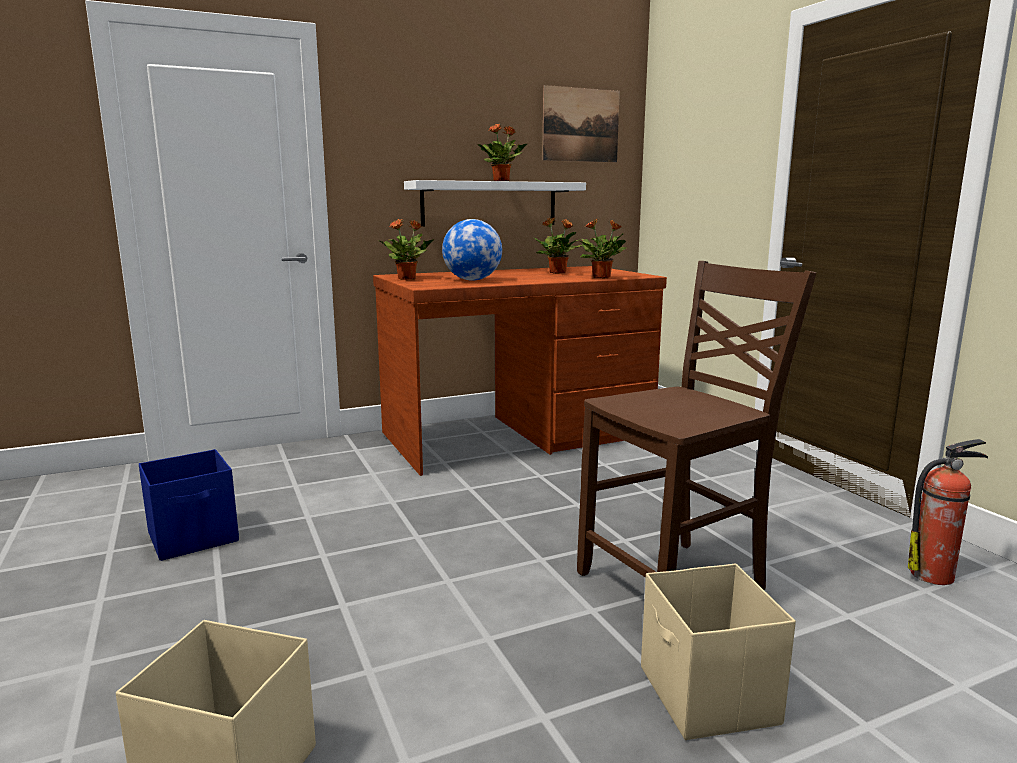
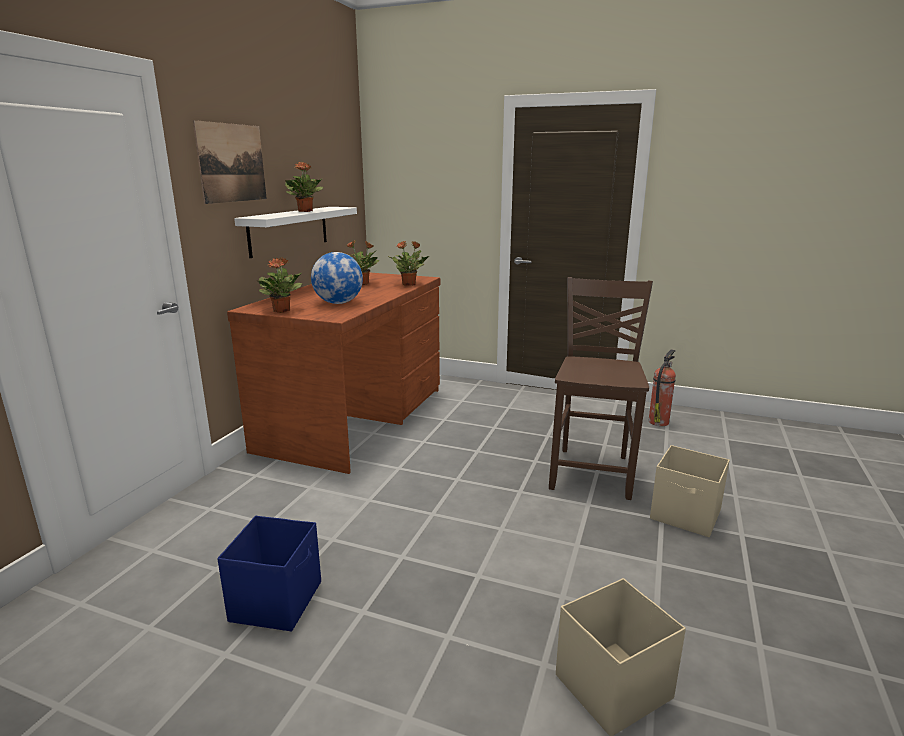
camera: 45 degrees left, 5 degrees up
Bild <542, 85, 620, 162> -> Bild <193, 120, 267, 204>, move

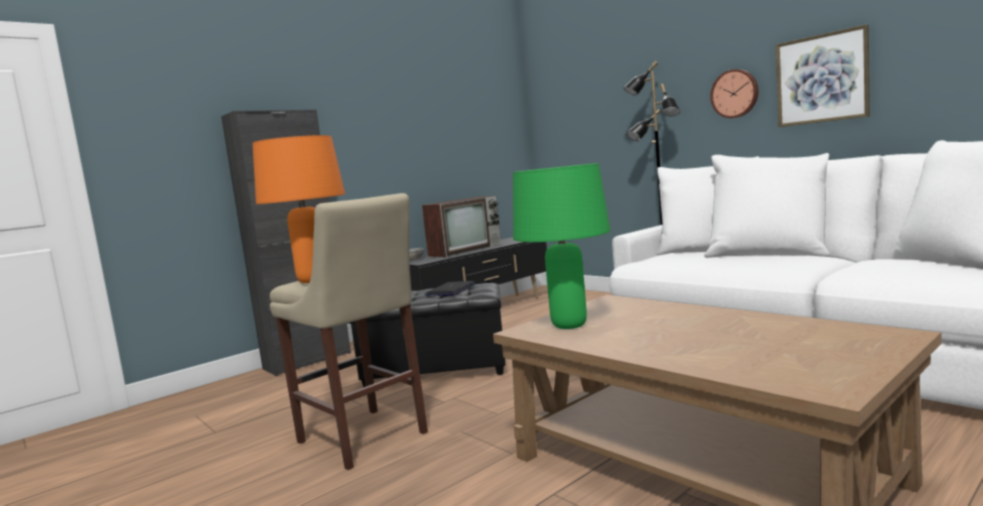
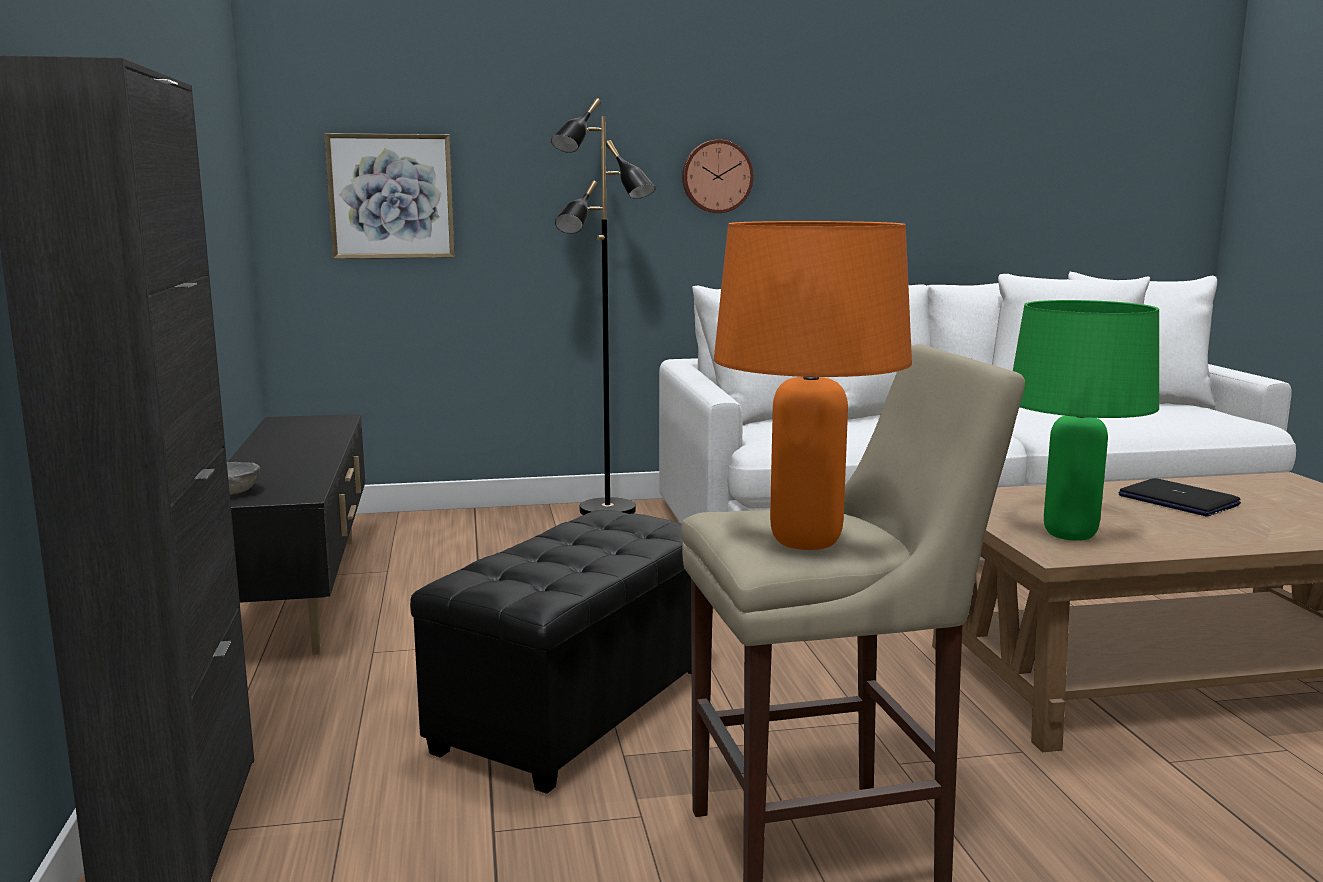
camera: 60 degrees left, 5 degrees up
Bild <775, 24, 870, 127> -> Bild <324, 133, 455, 259>, move
Laptop <425, 281, 476, 296> -> Laptop <1118, 478, 1241, 516>, move
Fernseher <422, 196, 501, 257> -> none

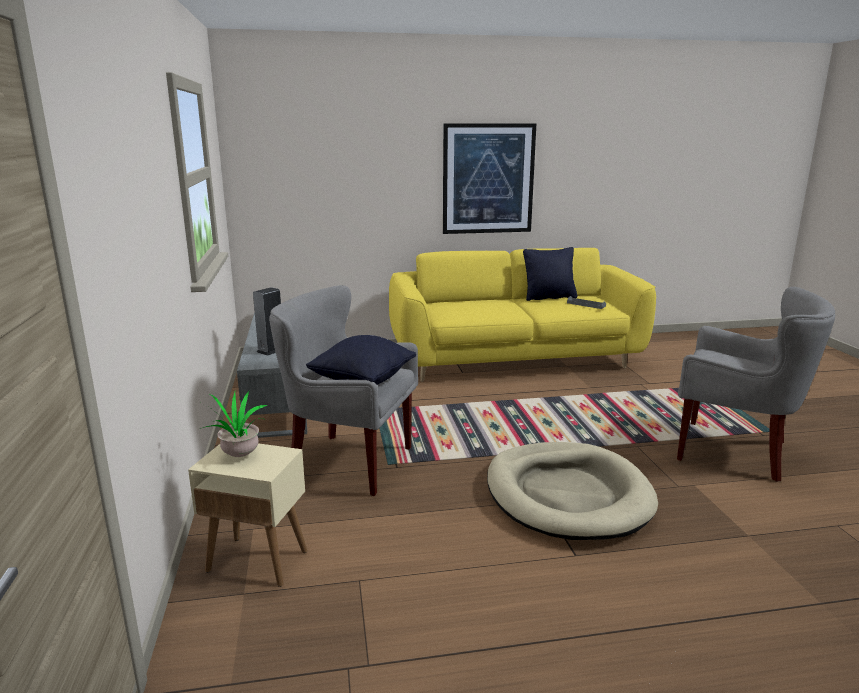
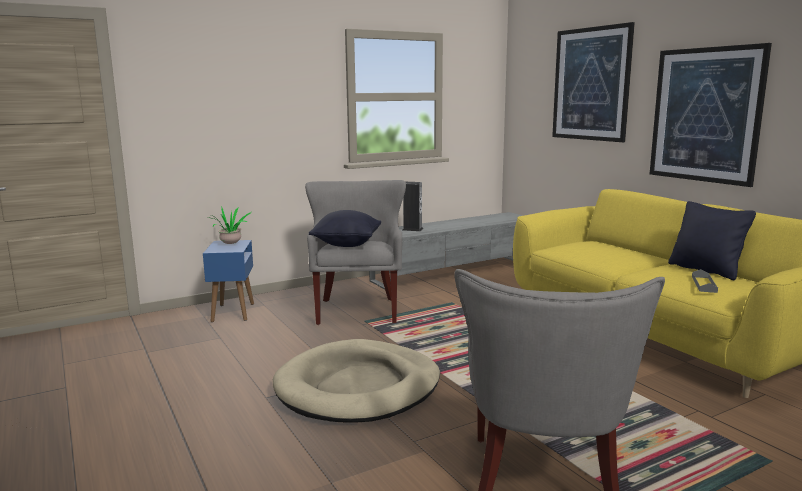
camera: 70 degrees right, 5 degrees down
Beistelltisch (beige) <188, 443, 307, 587> -> Beistelltisch (blau) <203, 240, 254, 322>
none -> Bild <552, 22, 635, 142>

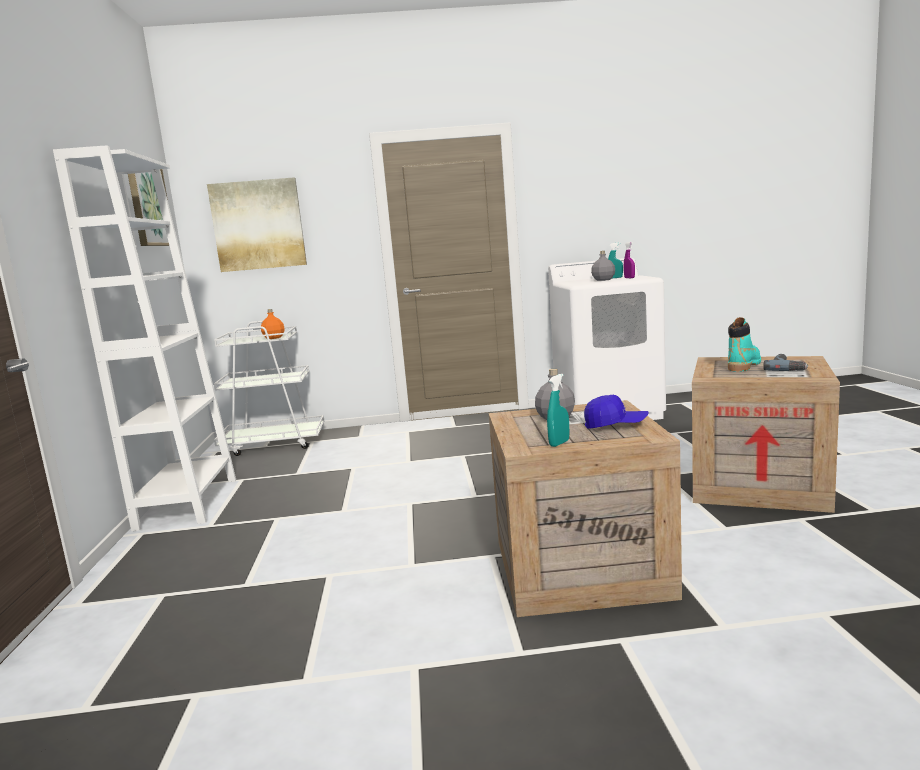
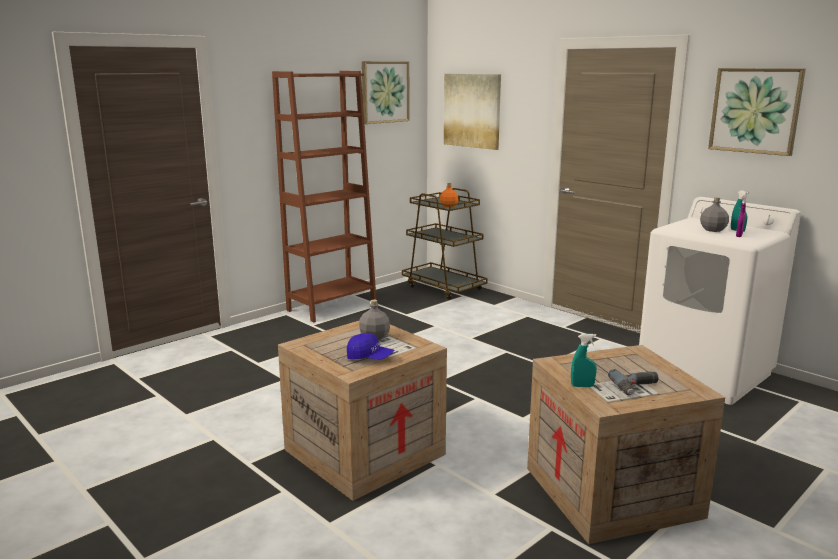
camera: 50 degrees right, 5 degrees up
Bücherregal (weiß) <53, 145, 236, 531> -> Bücherregal (braun) <272, 71, 376, 323>
Kappe (blau) <584, 395, 649, 429> -> Kappe (blau) <347, 333, 394, 360>, 45 degrees counterclockwise
Rollwagen (weiß) <214, 321, 325, 456> -> Rollwagen (braun) <402, 188, 488, 300>
Sprühflasche (türkis) <547, 374, 569, 447> -> Sprühflasche (türkis) <571, 334, 597, 387>, move
none -> Bild <708, 68, 806, 156>
Stiefel (türkis) <728, 317, 761, 372> -> none

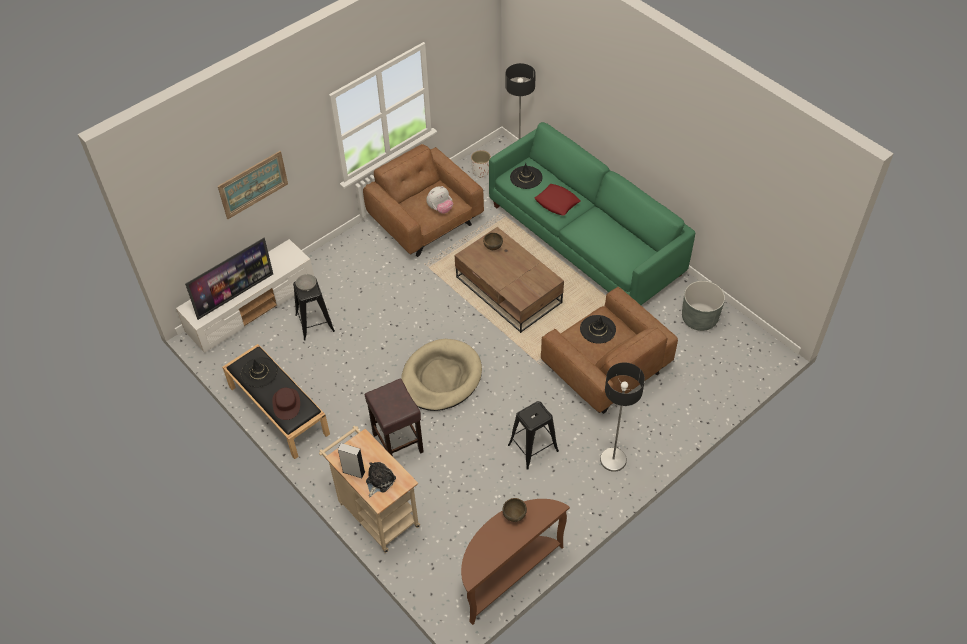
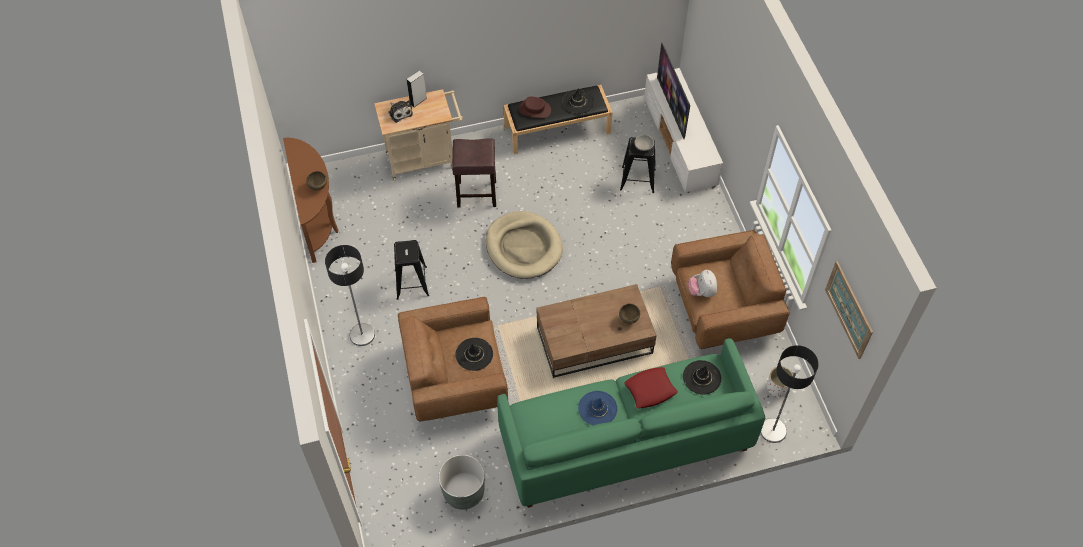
camera: 115 degrees right, 5 degrees up
none -> Hut (blau) <578, 391, 617, 425>
Bild <218, 151, 288, 219> -> Bild <825, 261, 873, 359>, move

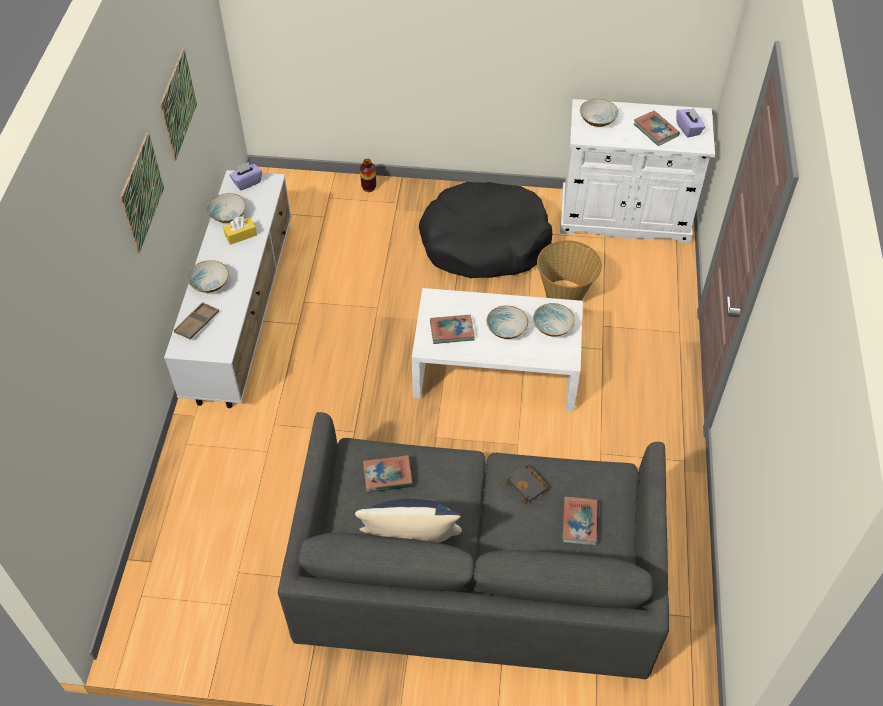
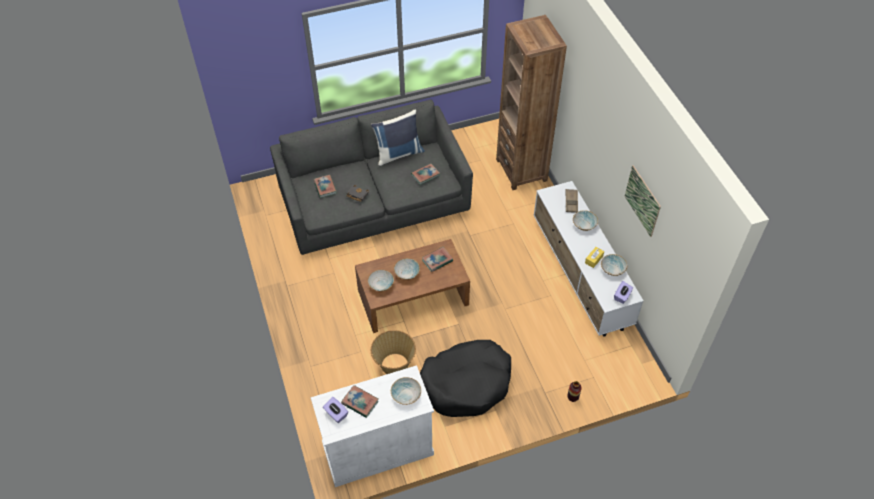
camera: 155 degrees right, 0 degrees up
Couchtisch (weiß) <412, 288, 583, 412> -> Couchtisch (braun) <355, 239, 470, 333>
none -> Bücherregal (braun) <496, 15, 567, 190>
Bild <120, 132, 164, 254> -> none

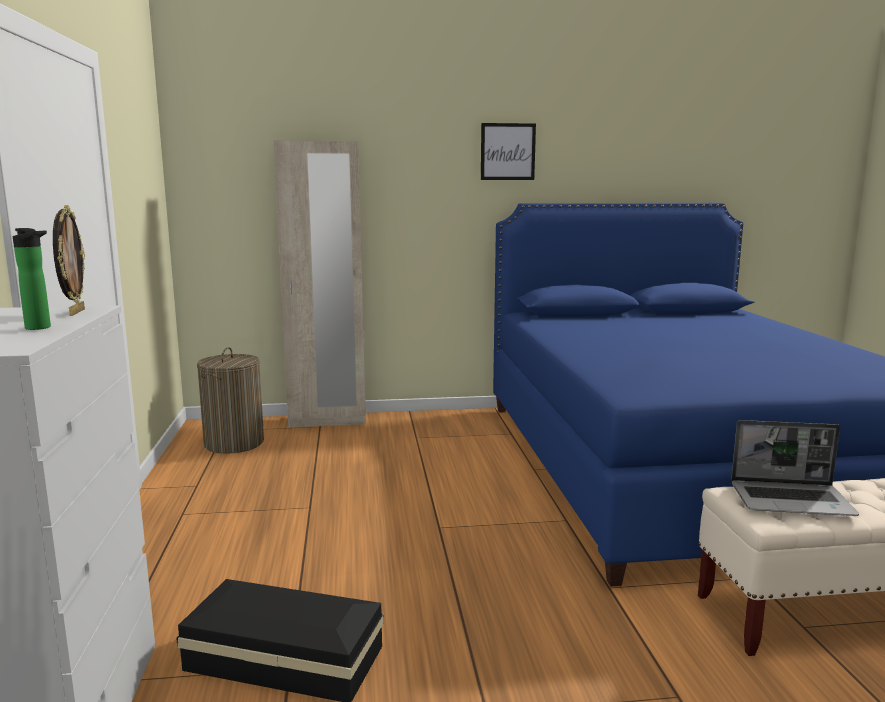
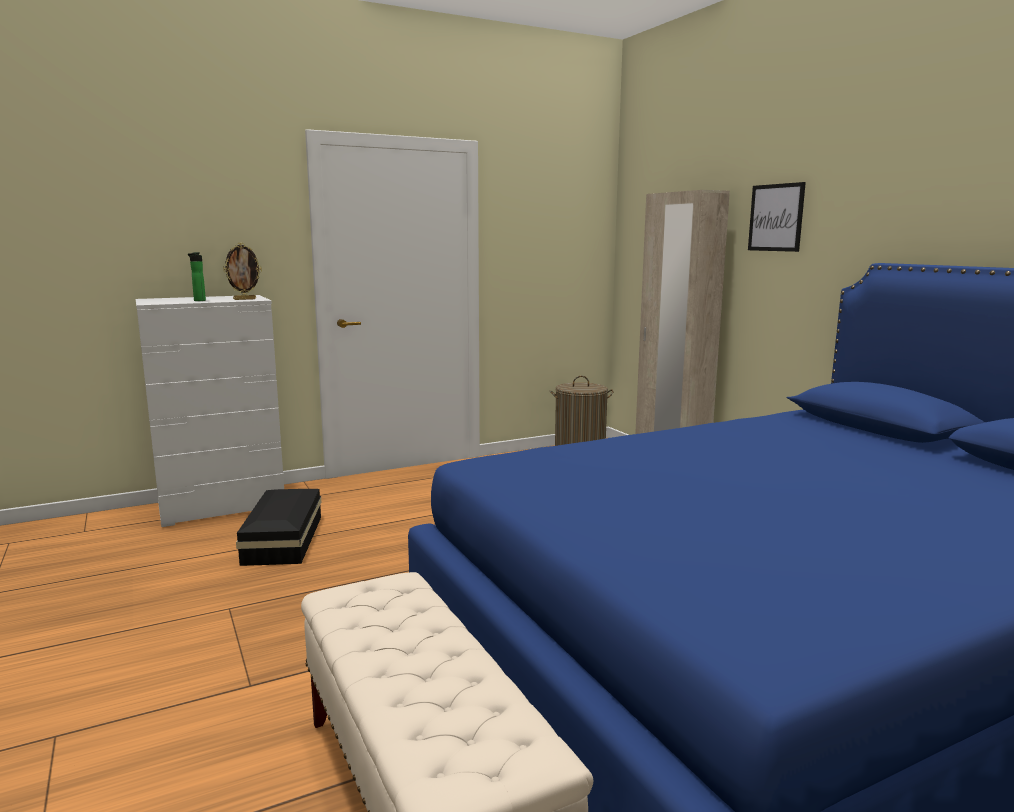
camera: 70 degrees right, 0 degrees up
Bild <481, 123, 536, 180> -> Bild <748, 182, 806, 252>, move
Laptop <731, 420, 859, 516> -> none

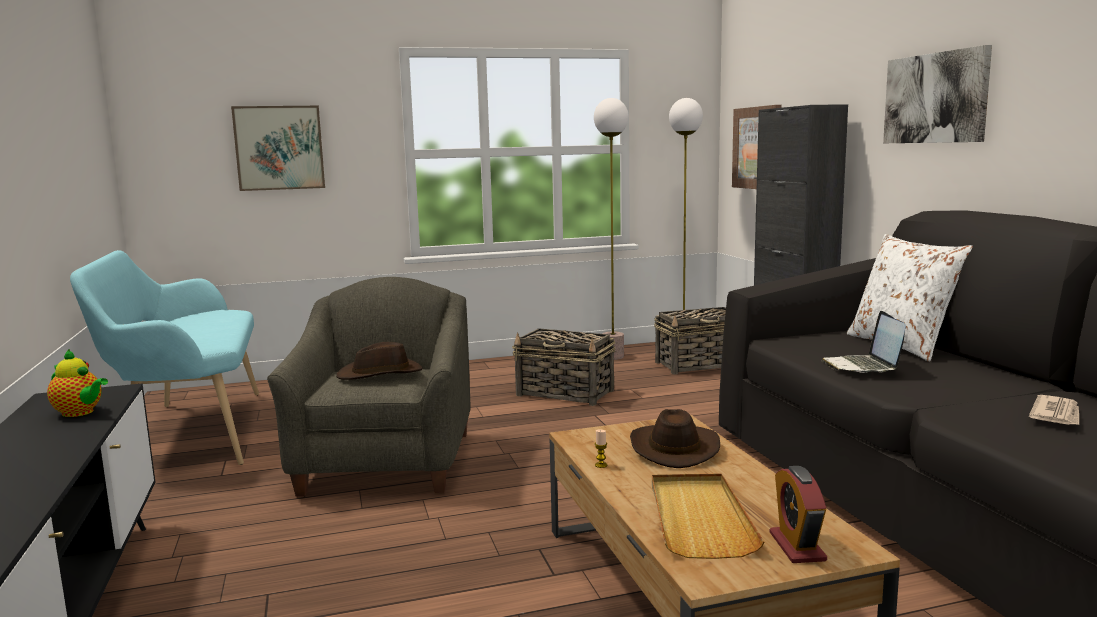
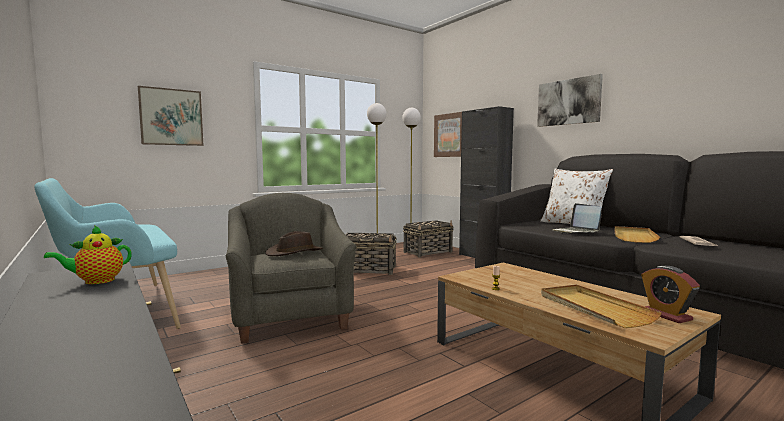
camera: 20 degrees left, 5 degrees down
Teekanne <47, 349, 108, 417> -> Teekanne <44, 225, 132, 284>, 135 degrees clockwise
none -> Tablett (beige) <615, 226, 660, 243>
Hut (braun) <630, 409, 720, 468> -> none

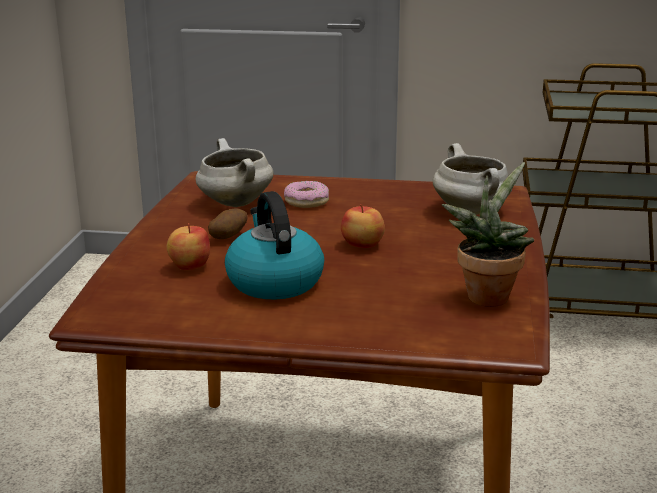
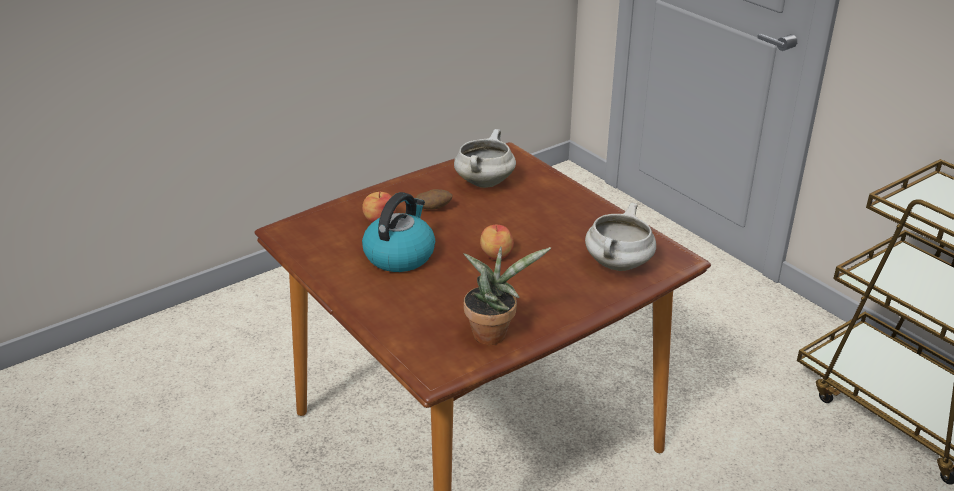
camera: 45 degrees right, 10 degrees up
Donut <284, 181, 329, 208> -> none

